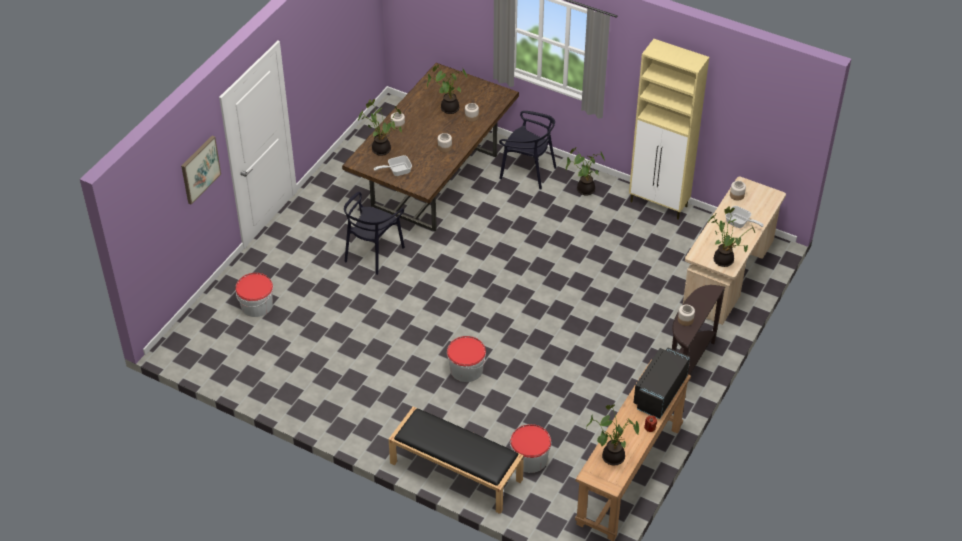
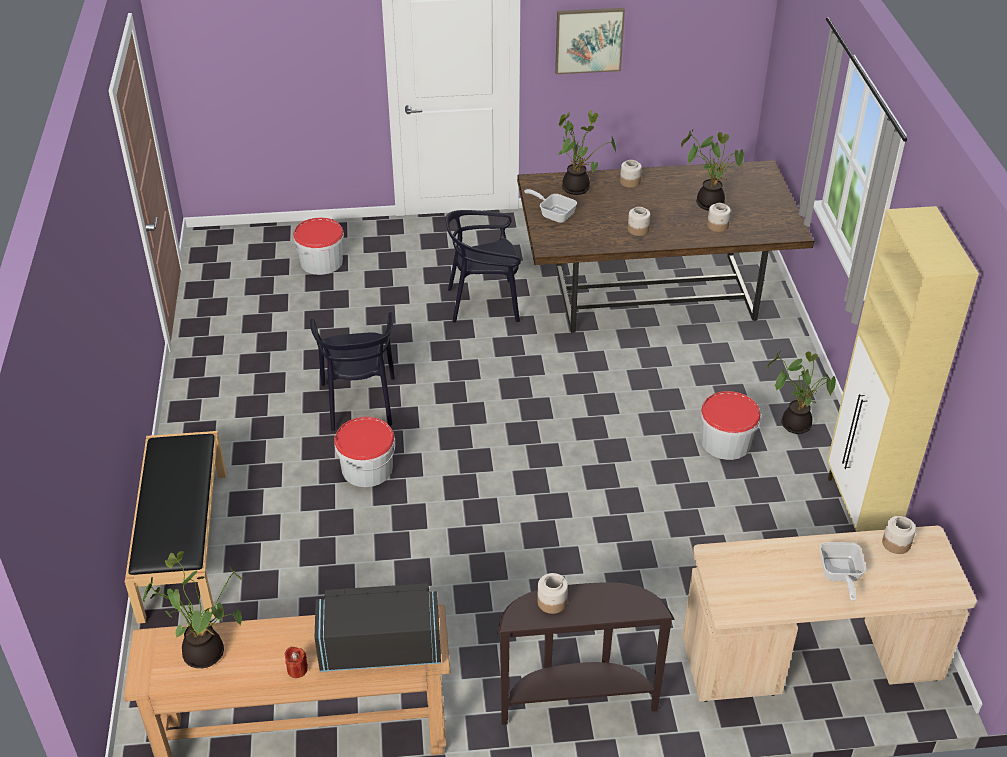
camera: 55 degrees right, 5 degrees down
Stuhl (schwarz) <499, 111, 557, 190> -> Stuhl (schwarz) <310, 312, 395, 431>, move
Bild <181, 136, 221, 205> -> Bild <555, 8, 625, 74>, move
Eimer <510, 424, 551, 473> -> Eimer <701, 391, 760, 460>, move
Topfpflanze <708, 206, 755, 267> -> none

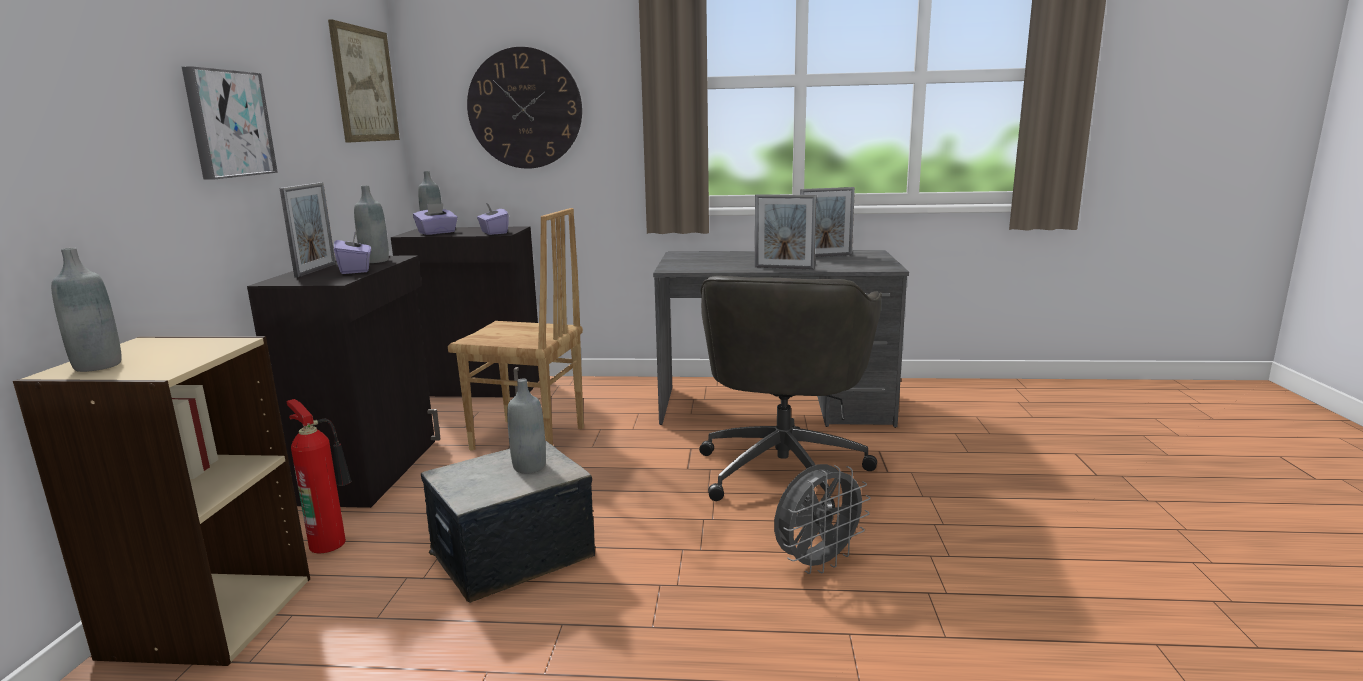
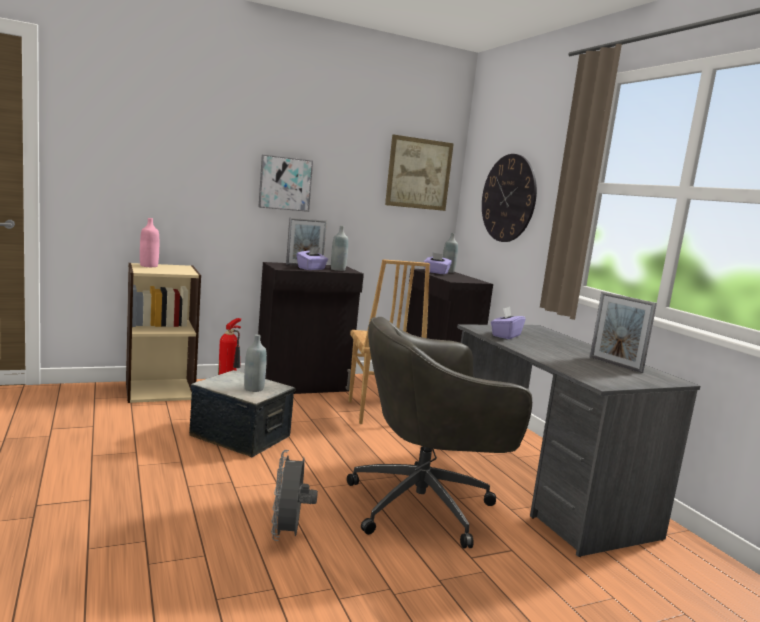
camera: 60 degrees right, 5 degrees down
Flasche (grau) <51, 248, 122, 372> -> Flasche (rosa) <140, 218, 159, 267>
Ventilator (grau) <774, 464, 870, 574> -> Ventilator (grau) <271, 450, 318, 541>, 60 degrees clockwise
Taschentuchbox (lila) <477, 203, 509, 235> -> Taschentuchbox (lila) <491, 307, 526, 339>, move
Bilderrahmen <755, 194, 817, 270> -> none

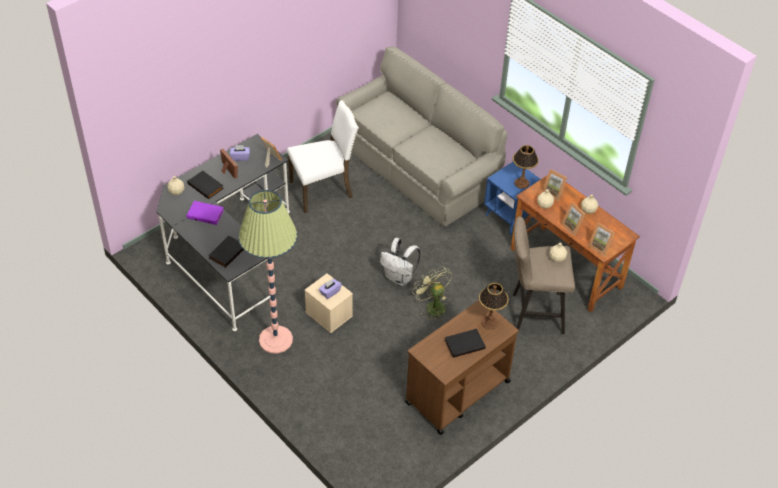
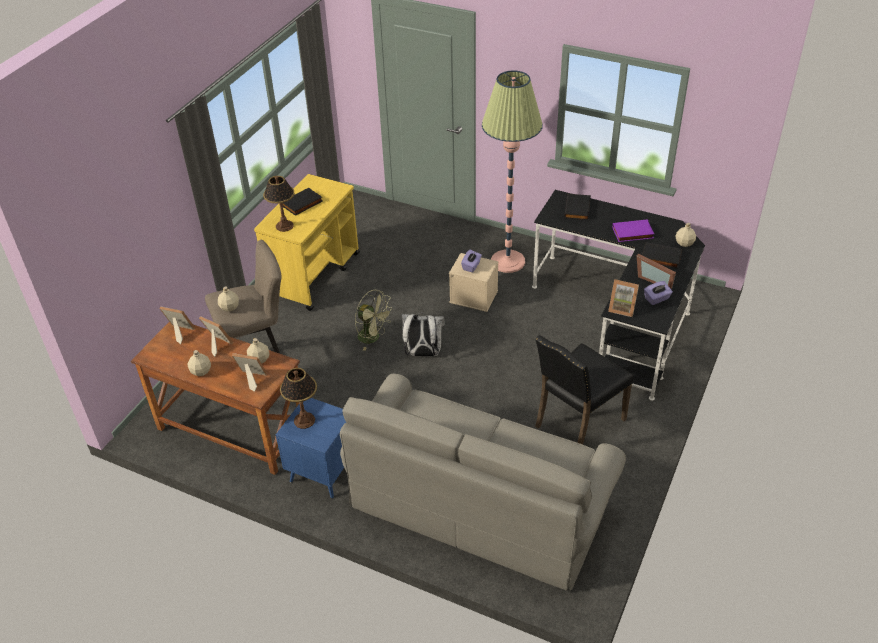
camera: 160 degrees right, 5 degrees down
Rollwagen (braun) <405, 300, 519, 435> -> Rollwagen (gelb) <254, 174, 360, 311>
Stuhl (weiß) <287, 100, 359, 213> -> Stuhl (schwarz) <535, 335, 634, 444>

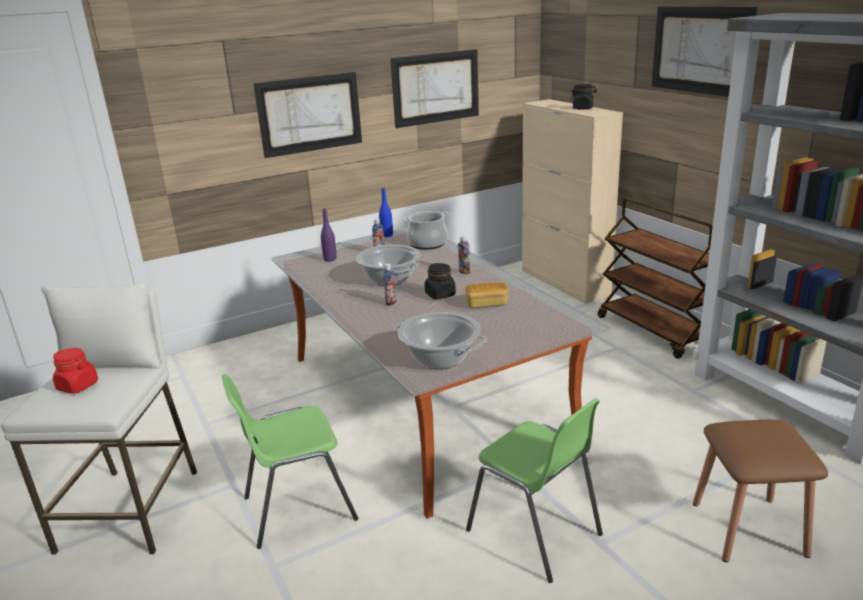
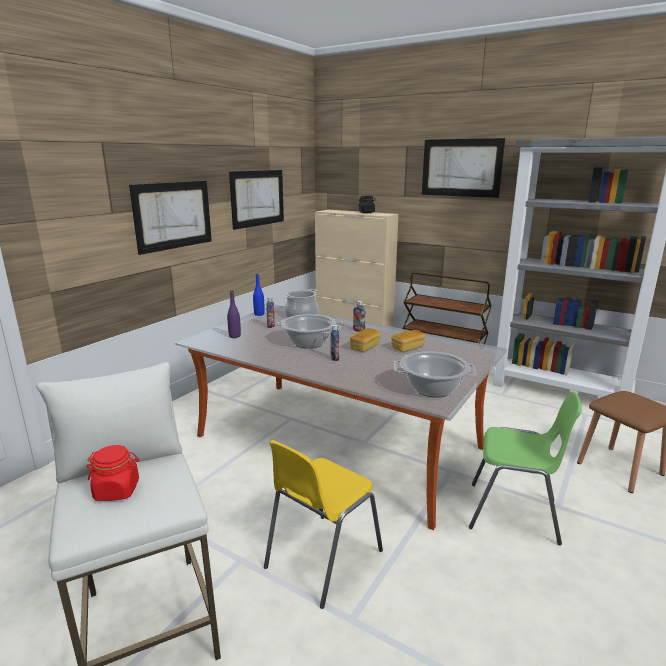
camera: 30 degrees left, 5 degrees down
Stuhl (grün) <222, 374, 358, 549> -> Stuhl (gelb) <264, 440, 383, 609>
Vorratsglas (schwarz) <425, 263, 456, 299> -> Brot <350, 328, 381, 352>

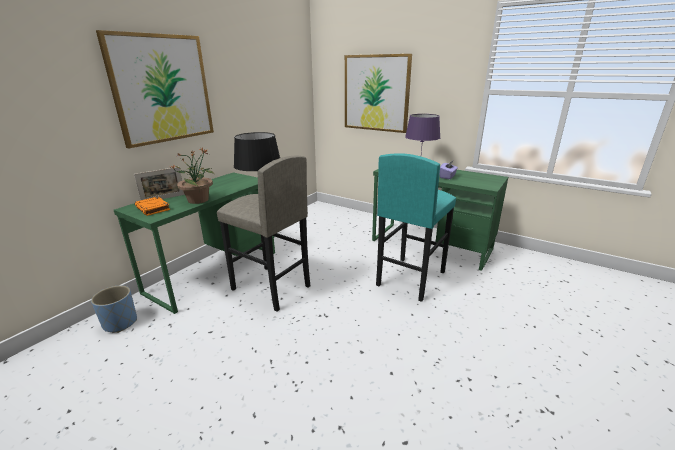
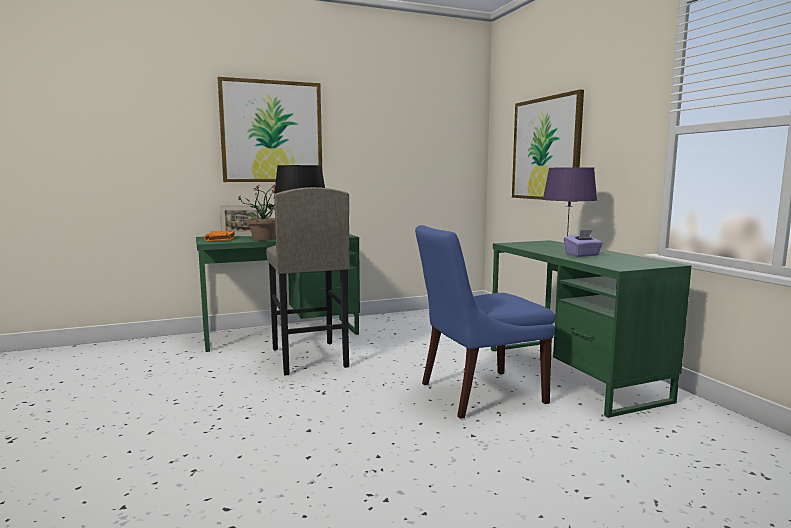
camera: 35 degrees right, 15 degrees down
Hocker (türkis) <376, 153, 456, 302> -> Stuhl (blau) <415, 225, 555, 419>
Pflanzkübel (blau) <91, 285, 137, 333> -> none

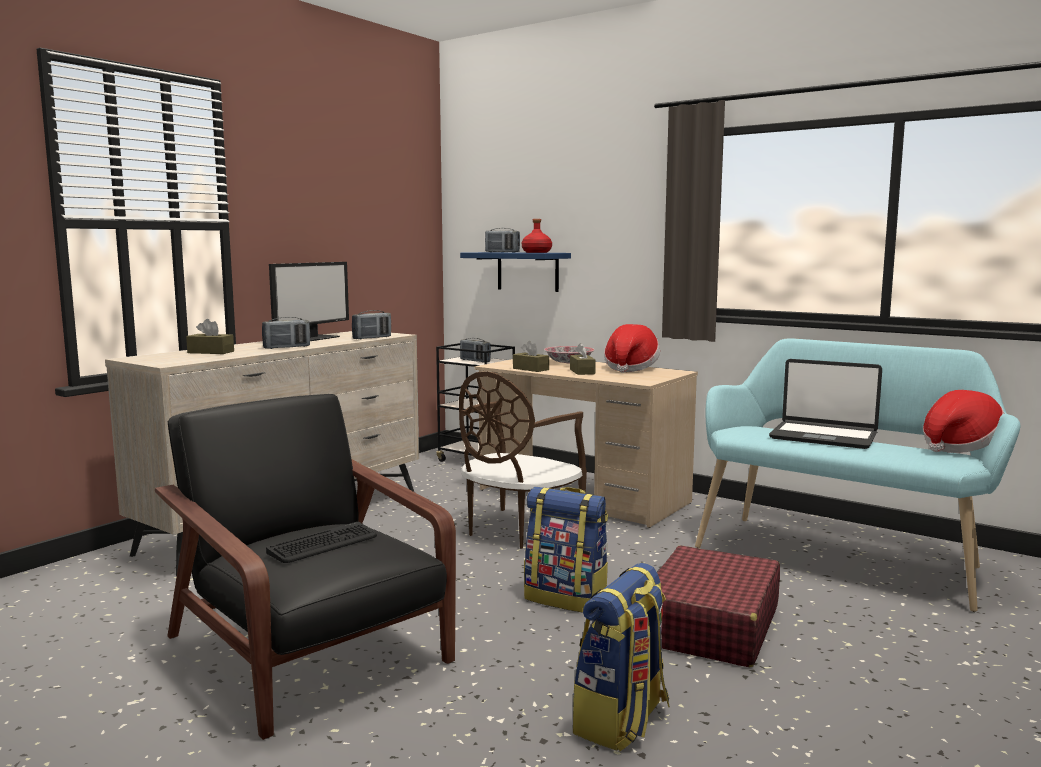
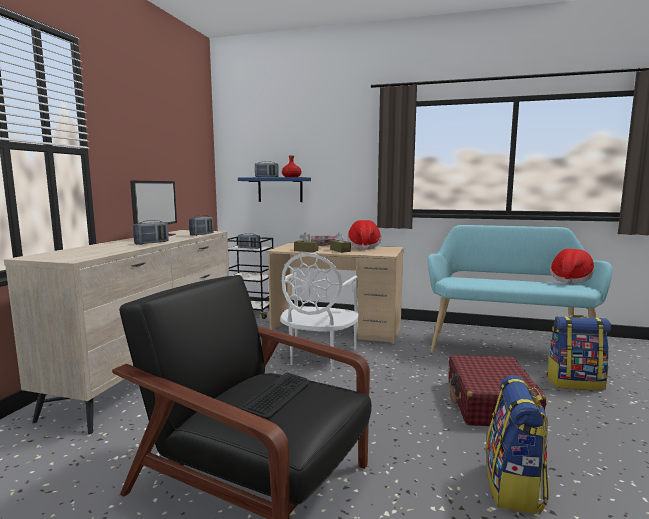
camera: 20 degrees left, 0 degrees up
Stuhl (braun) <459, 372, 587, 549> -> Stuhl (weiß) <280, 253, 360, 369>
Rucksack <524, 487, 608, 612> -> Rucksack <546, 315, 611, 390>, move
Taschentuchbox (braun) <186, 319, 234, 354> -> none
Laptop <769, 359, 882, 449> -> none

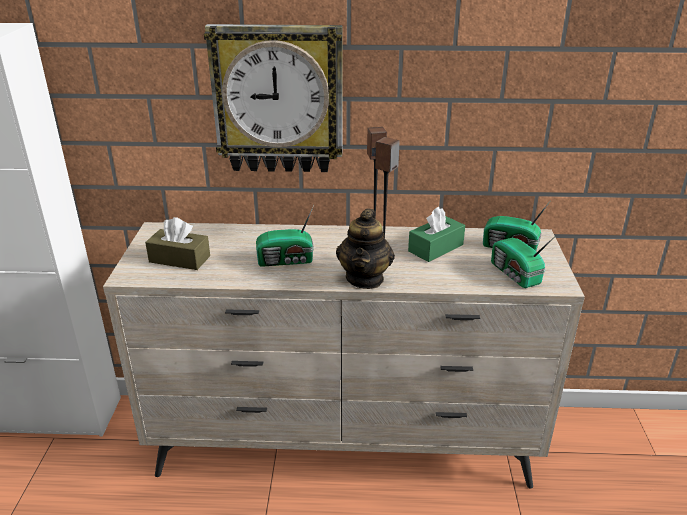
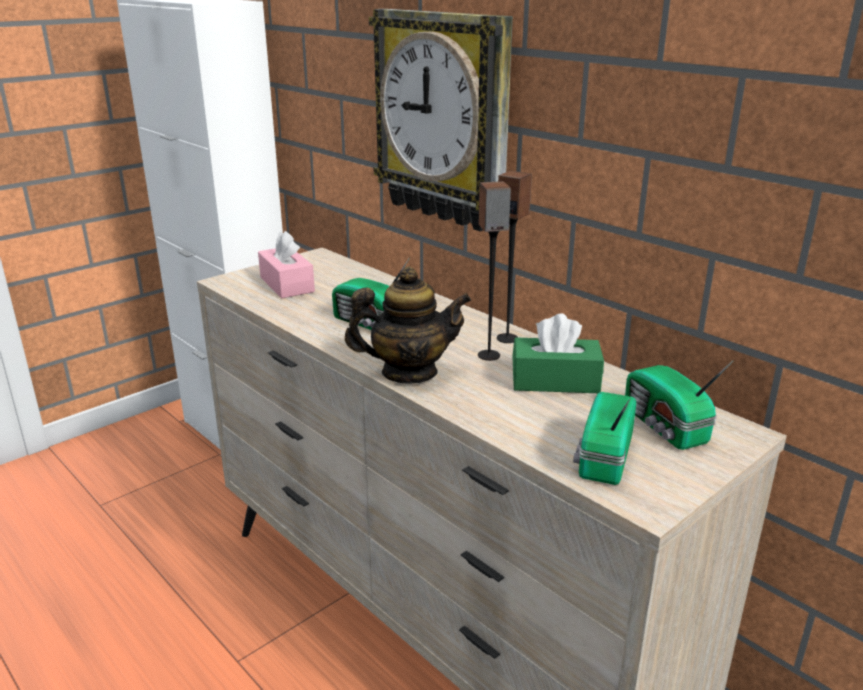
camera: 45 degrees right, 5 degrees down
Taschentuchbox (braun) <145, 217, 210, 270> -> Taschentuchbox (rosa) <258, 231, 315, 298>
Teekanne <336, 209, 395, 289> -> Teekanne <345, 267, 471, 384>, 150 degrees counterclockwise

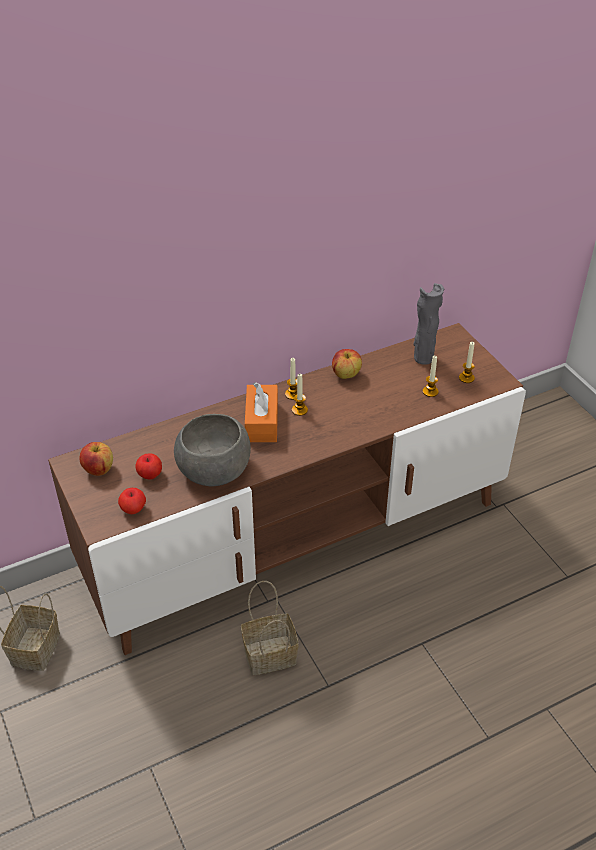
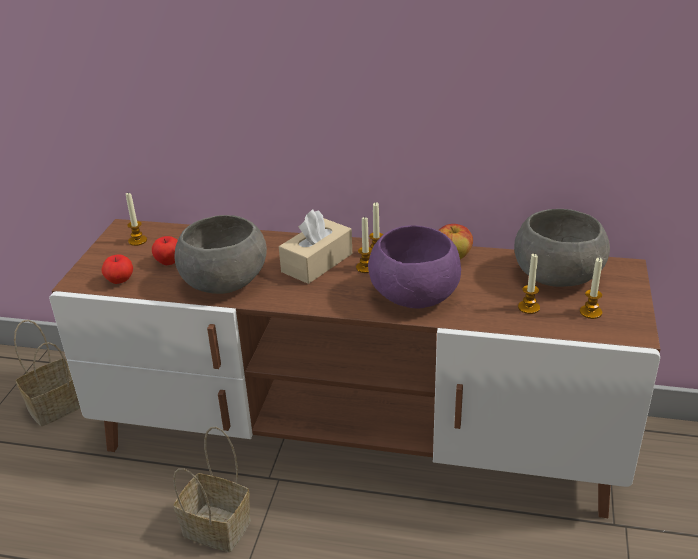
camera: 40 degrees right, 10 degrees down
Apfel <80, 442, 113, 476> -> Kerze <126, 193, 147, 246>
Taschentuchbox (orange) <245, 382, 278, 442> -> Taschentuchbox (beige) <279, 210, 352, 284>
none -> Schüssel (lila) <368, 225, 461, 309>
Vase (grau) <413, 283, 444, 365> -> Schüssel (grau) <514, 209, 610, 287>

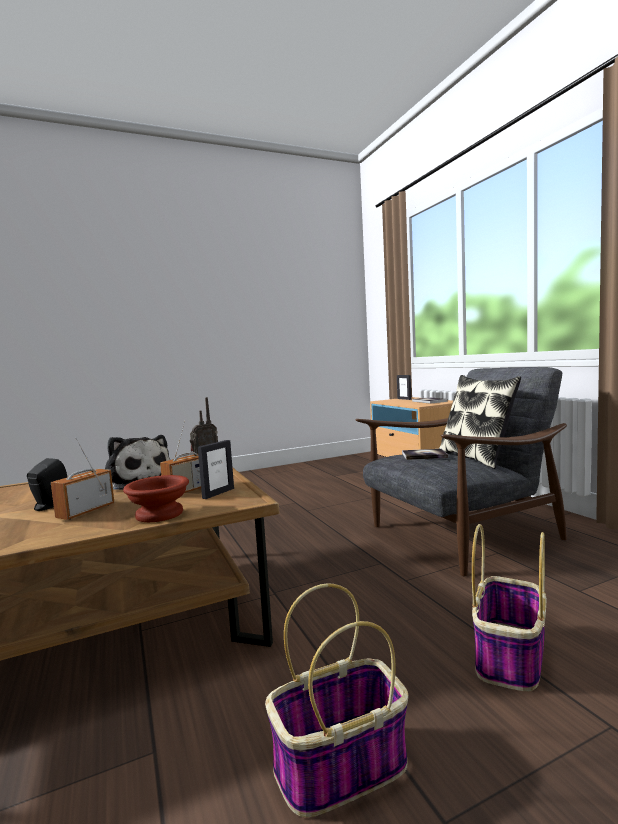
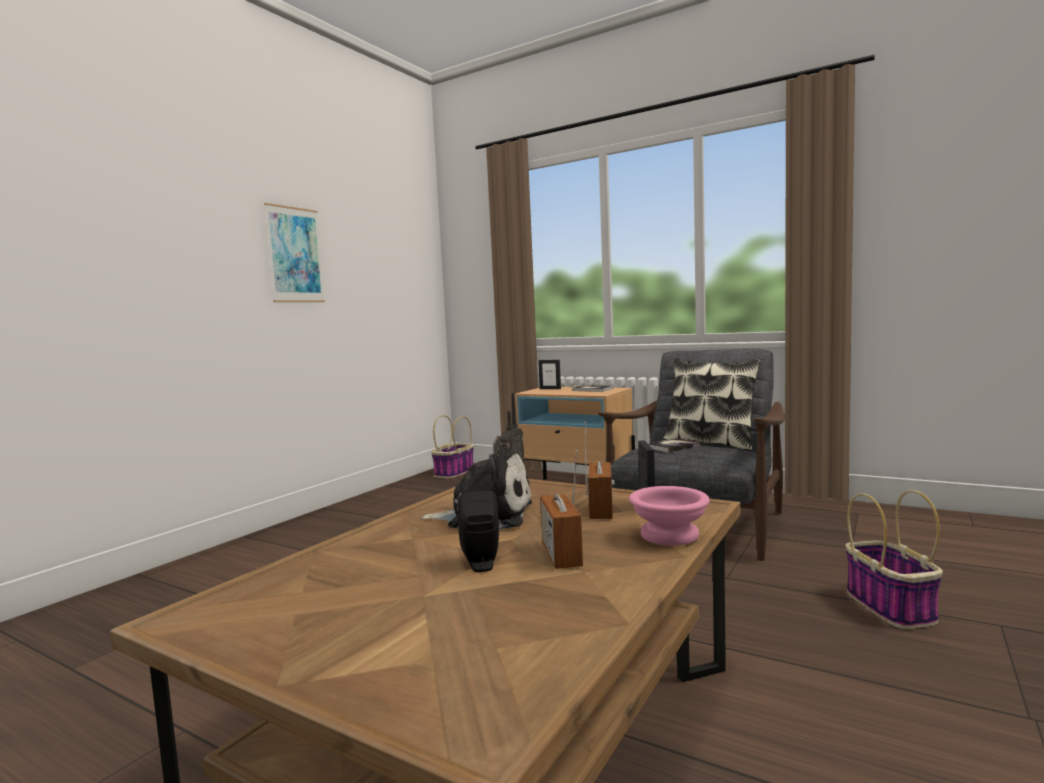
camera: 35 degrees left, 0 degrees up
none -> Bild <264, 203, 325, 302>
Korb <265, 583, 408, 817> -> Korb <431, 415, 474, 479>, move
Schüssel (braun) <123, 475, 189, 522> -> Schüssel (rosa) <629, 486, 710, 546>

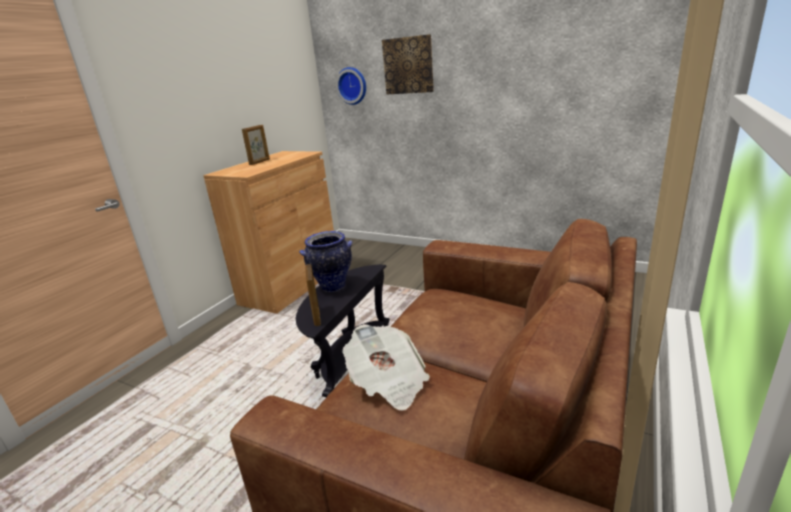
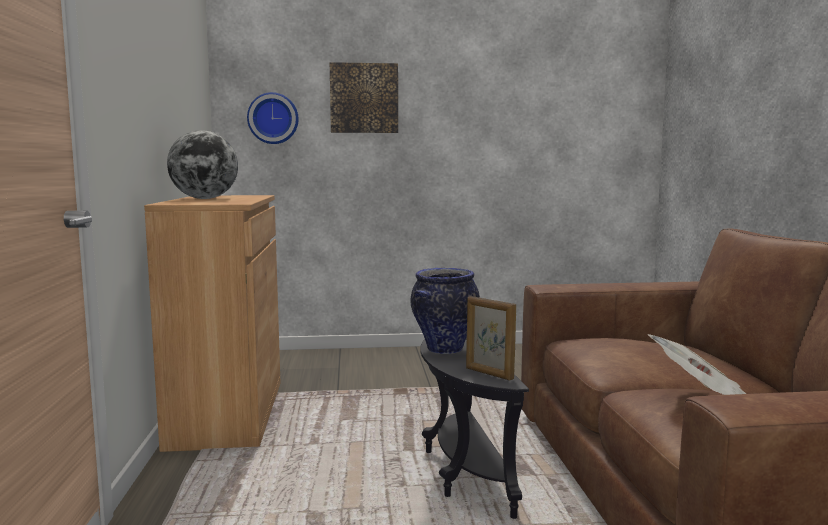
camera: 35 degrees left, 15 degrees down
Bilderrahmen <242, 125, 270, 165> -> Globus <167, 130, 238, 199>

